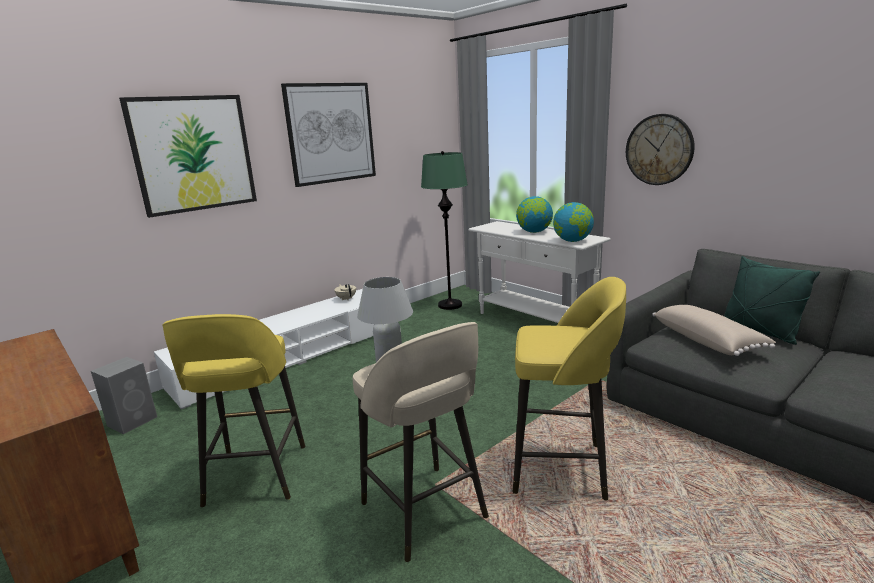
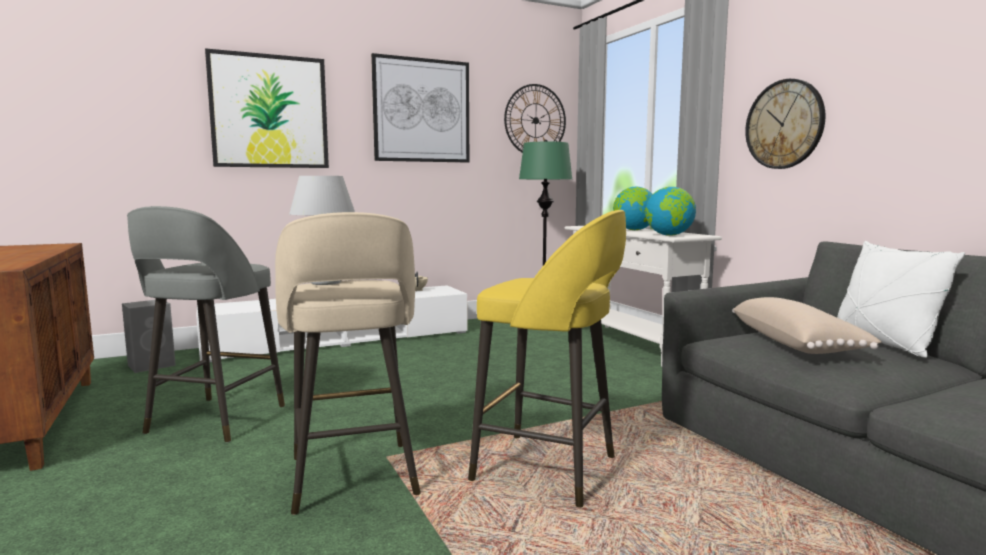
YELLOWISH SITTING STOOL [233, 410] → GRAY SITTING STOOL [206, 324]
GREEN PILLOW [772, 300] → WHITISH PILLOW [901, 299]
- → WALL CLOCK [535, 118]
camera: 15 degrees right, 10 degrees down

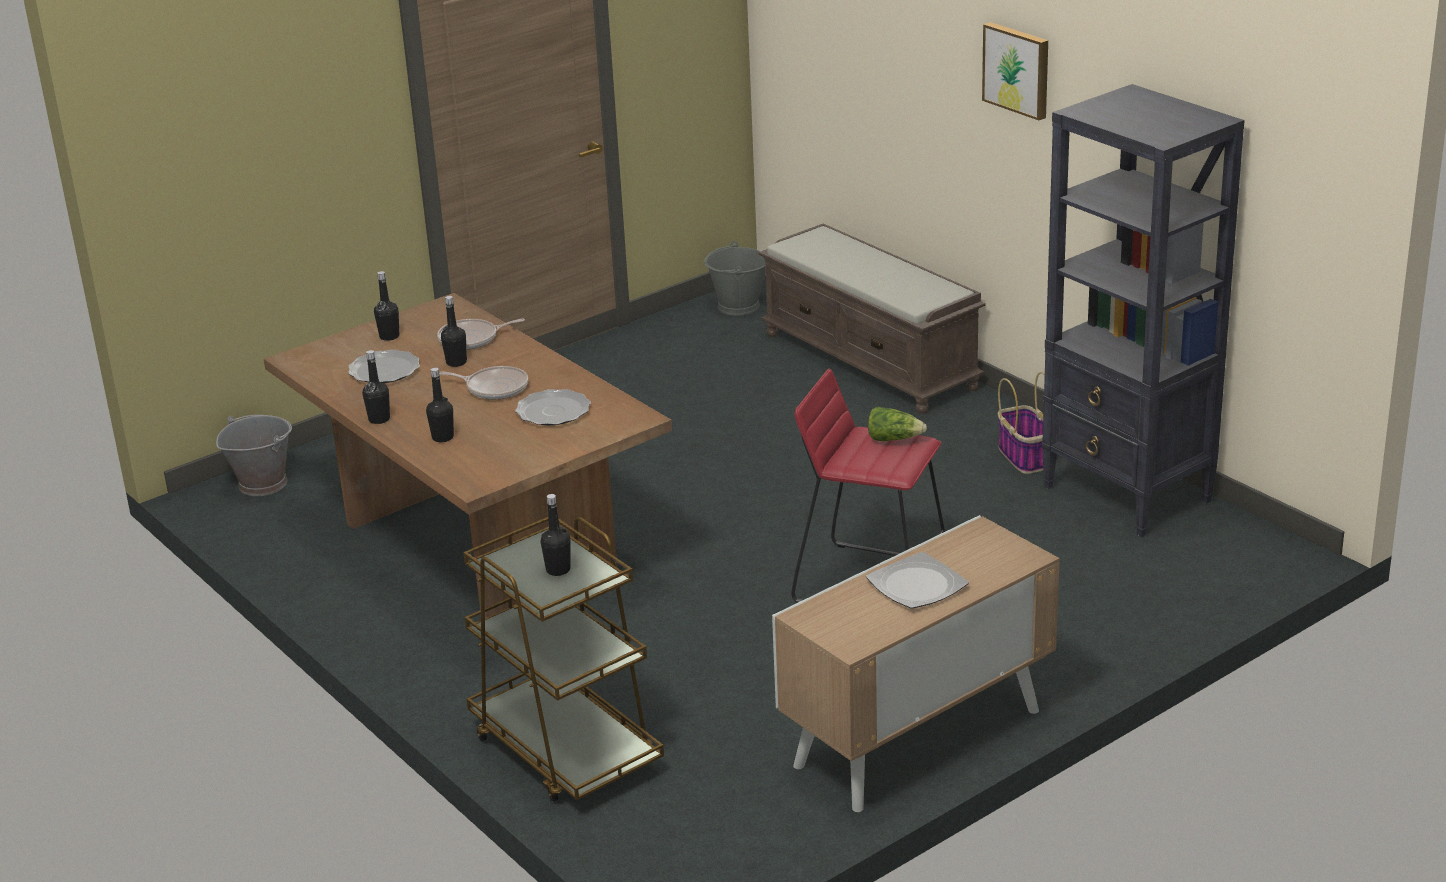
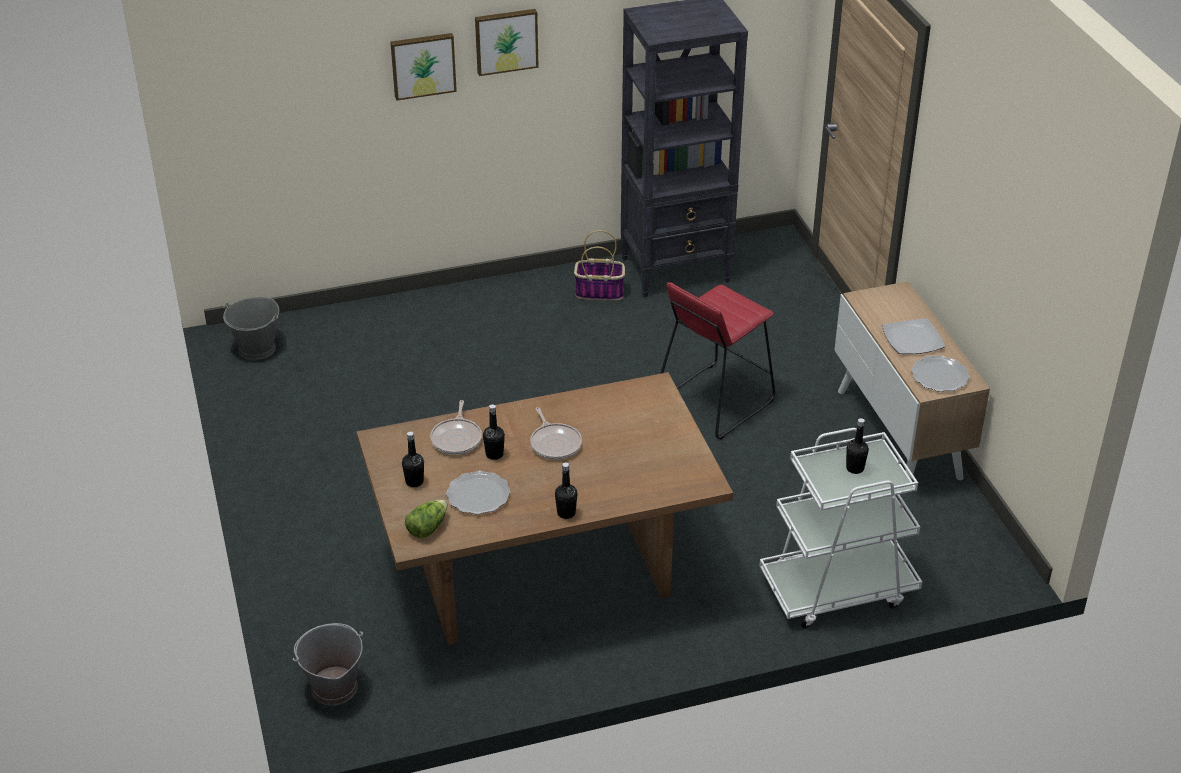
BLACK DRINK BOTTLE [440, 404] → -
SKILLET [483, 382] → SKILLET [556, 433], 120 degrees clockwise
BROWN WHEELED CART [563, 659] → WHITISH WHEELED CART [841, 528]
DINNER PLATE [553, 407] → DINNER PLATE [940, 374], moved
BROWN INDOOR BENCH [872, 318] → -
LETTUCE [897, 424] → LETTUCE [426, 519], moved
- → PICTURE [423, 67]
camera: 70 degrees left, 10 degrees up

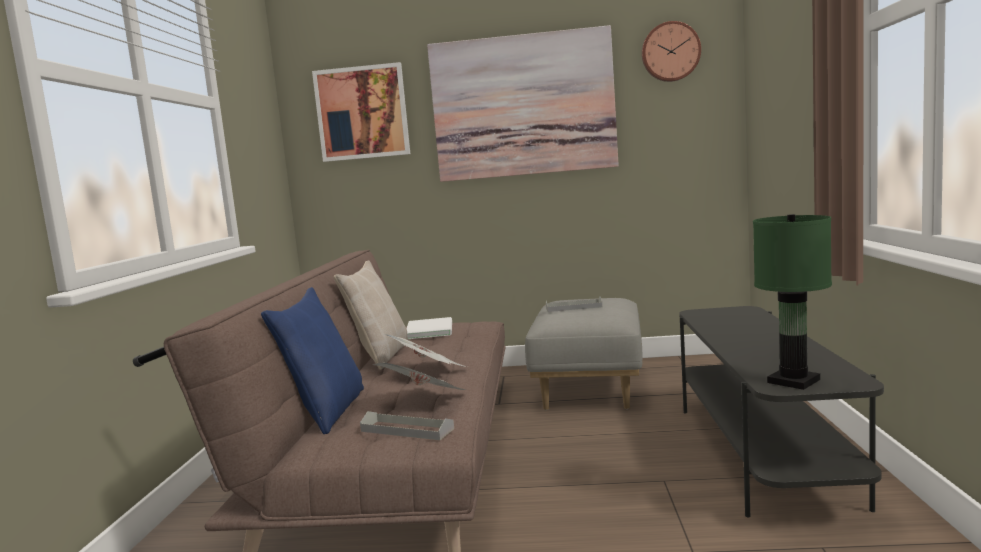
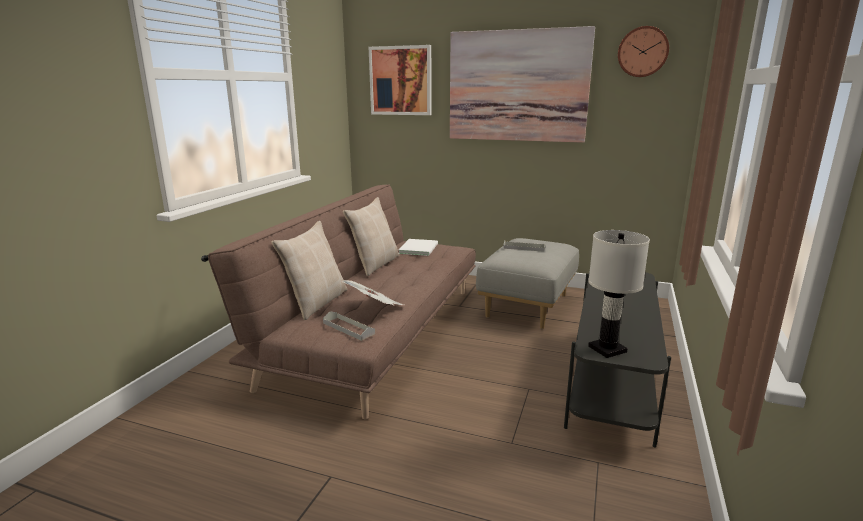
BLUE-COLOURED PILLOW [312, 360] → SAND-COLOURED PILLOW [309, 270]
DAILY PAPER [425, 350] → -
GREEN TABLETOP LAMP [792, 302] → WHITISH TABLETOP LAMP [619, 294]
camera: 15 degrees right, 10 degrees up

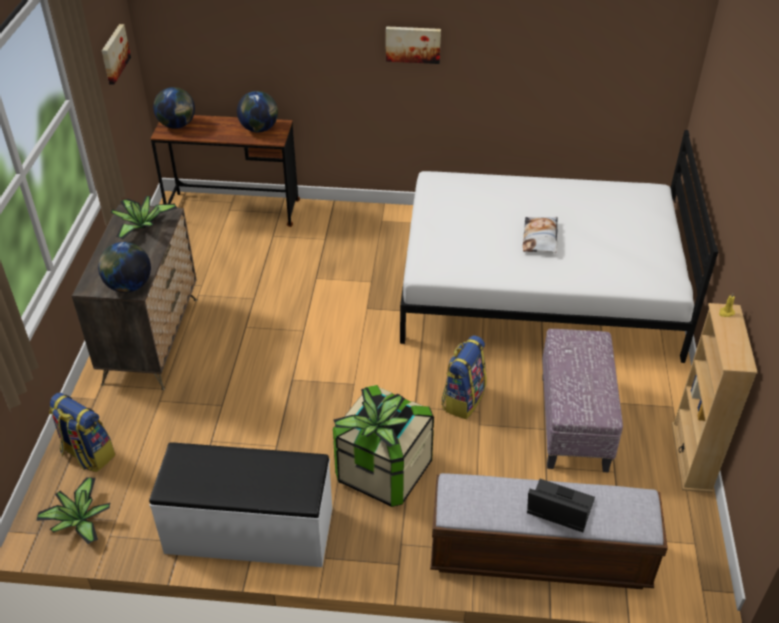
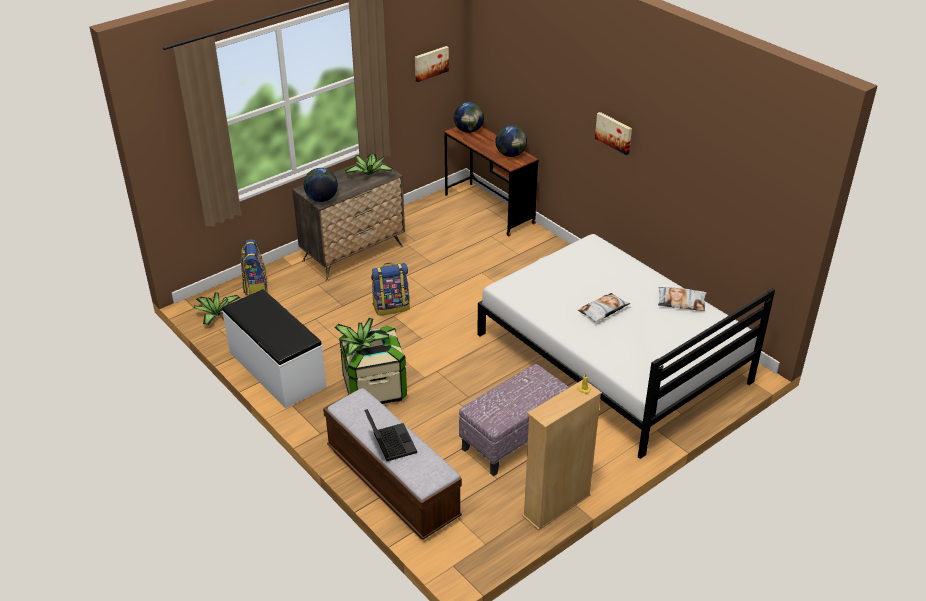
BACKPACK [463, 377] → BACKPACK [390, 289], moved
- → PILLOW [682, 299]
camera: 45 degrees right, 5 degrees down

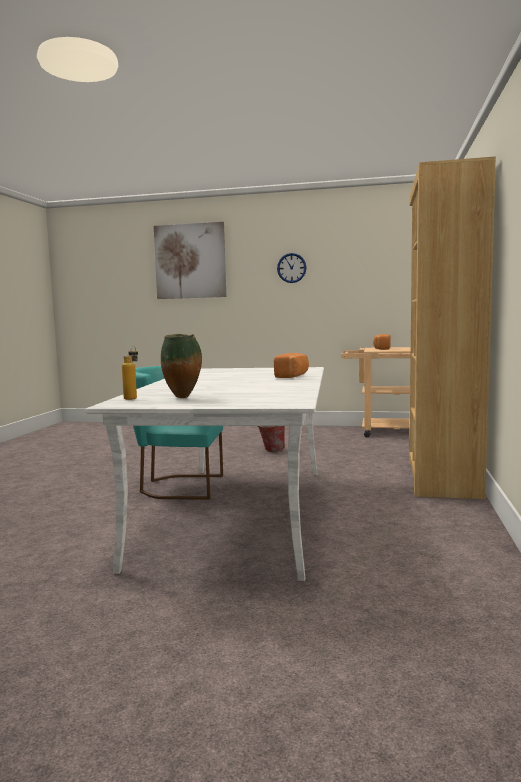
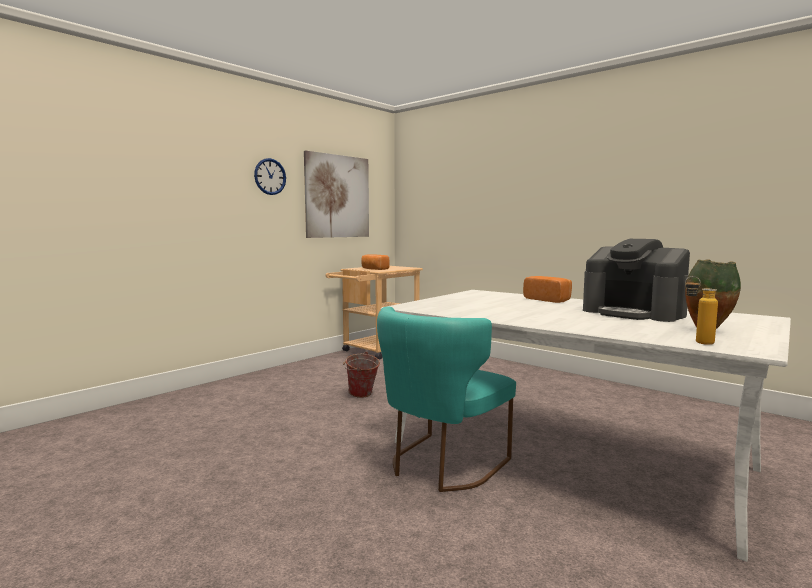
PICTURE [190, 260] → PICTURE [336, 194], moved
BROWN BOOKSHELF [452, 327] → -
- → COFFEE MAKER [636, 280]
camera: 60 degrees left, 0 degrees up

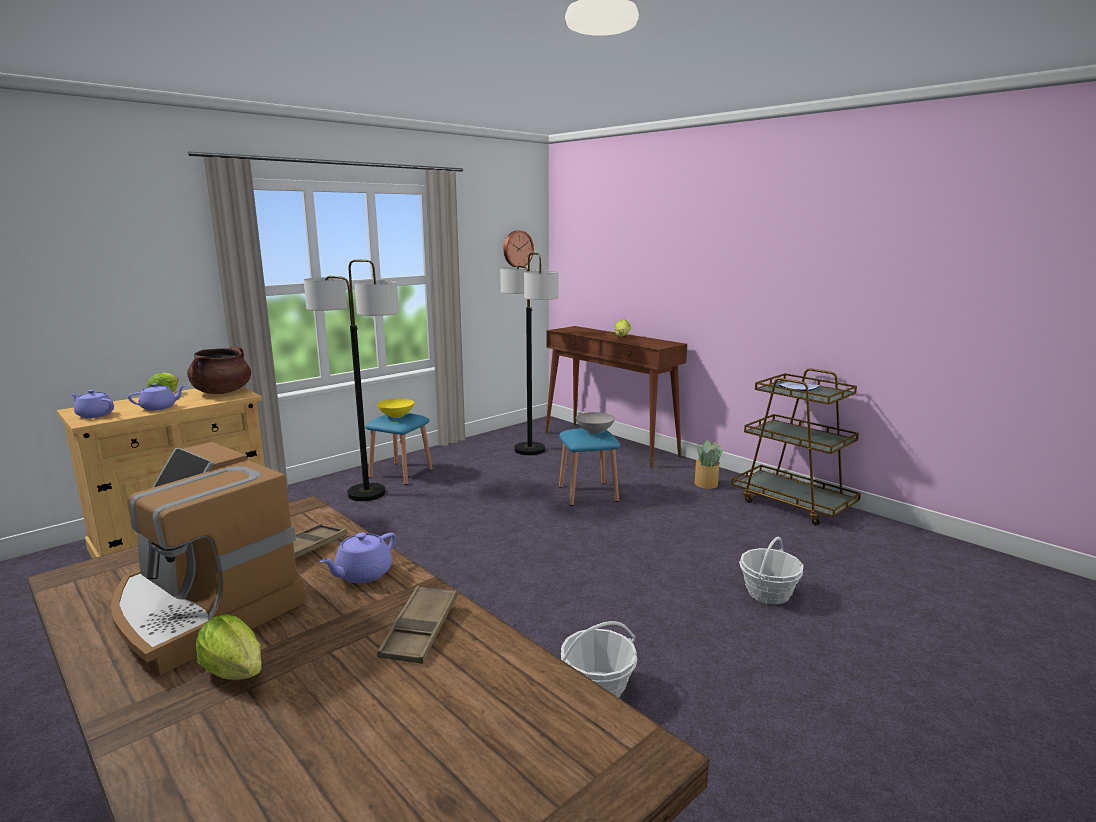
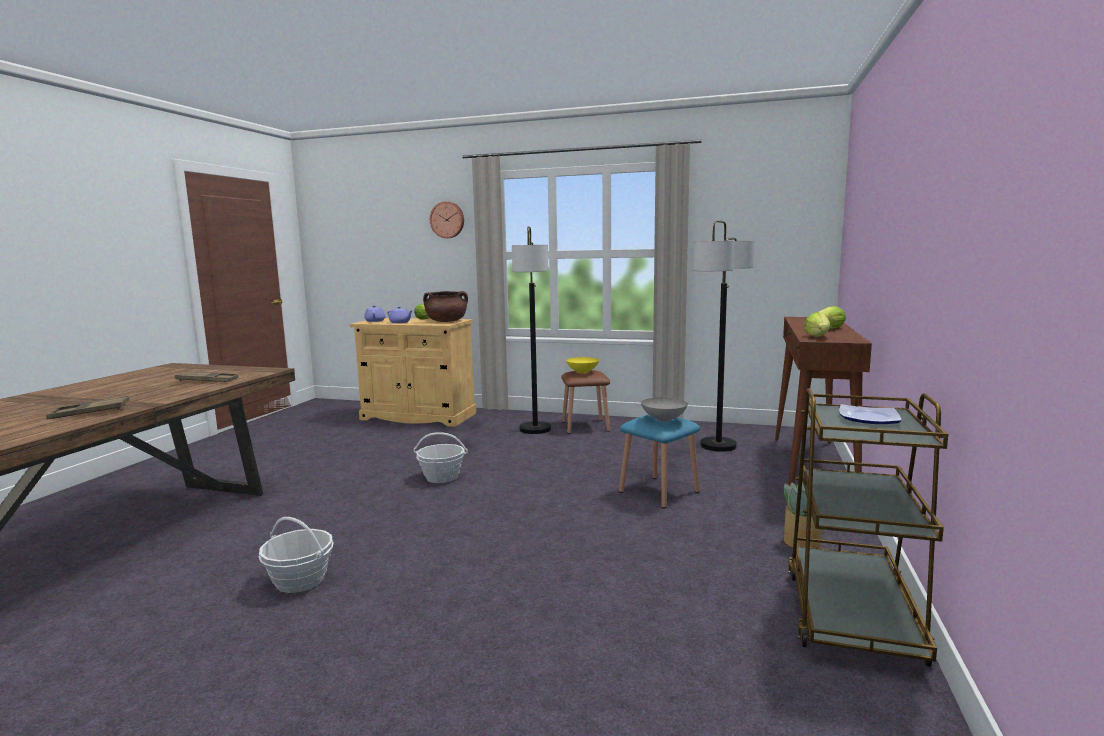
COFFEE MAKER [208, 558] → -
LETTUCE [229, 647] → LETTUCE [817, 324], moved
PURPLISH POT FOR TEA [358, 558] → -
BLUE-COLOURED SITTING STOOL [399, 449] → BROWN SITTING STOOL [585, 402]
WALL CLOCK [519, 248] → WALL CLOCK [447, 219], moved
HOUSEHOLD BASKET [771, 570] → HOUSEHOLD BASKET [440, 457], moved
camera: 60 degrees right, 5 degrees down

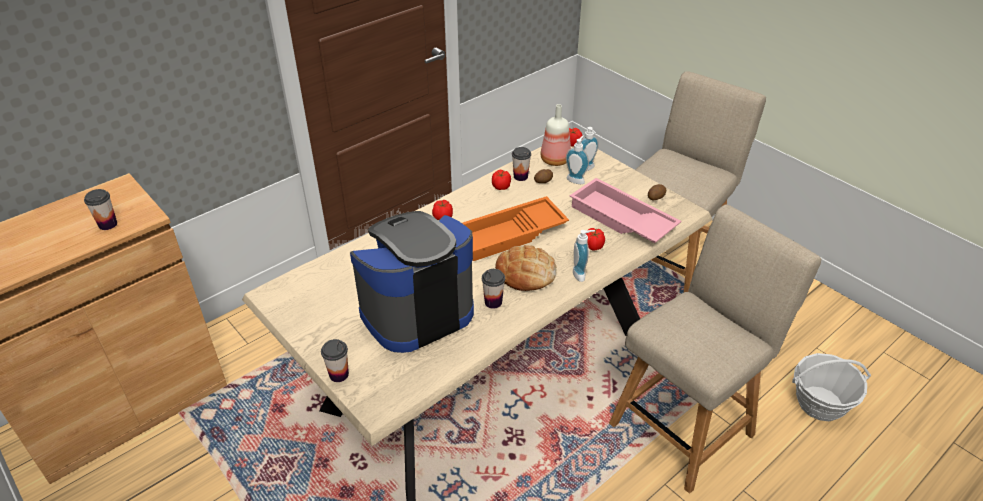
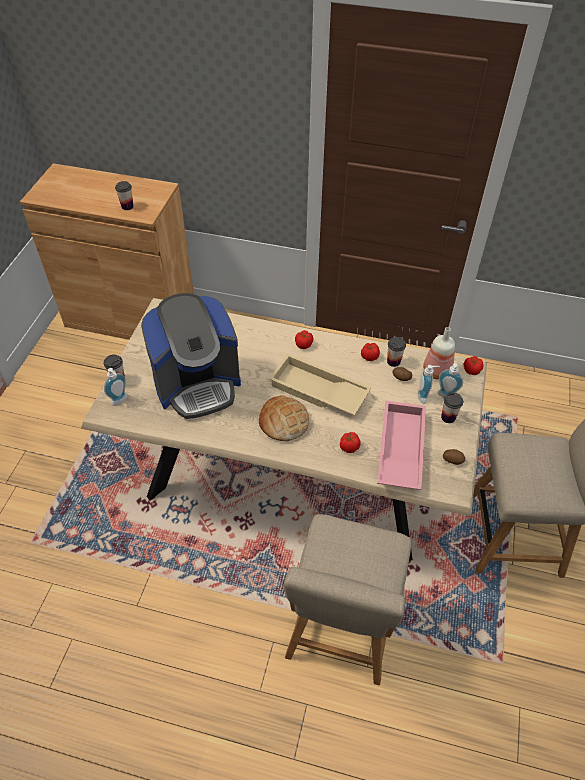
COFFEE MAKER [412, 282] → COFFEE MAKER [191, 356], 135 degrees clockwise
ORANGE-COLOURED CARRYING TRAY [515, 228] → SAND-COLOURED CARRYING TRAY [320, 384]
DRINKING CUP [493, 289] → DRINKING CUP [452, 408], moved
SOAP BOTTLE [584, 256] → SOAP BOTTLE [116, 387], moved
SAND-COLOURED CHAIR [715, 348] → SAND-COLOURED CHAIR [348, 599], 90 degrees clockwise
HOUSEHOLD BASKET [831, 387] → -
camera: 55 degrees right, 10 degrees up

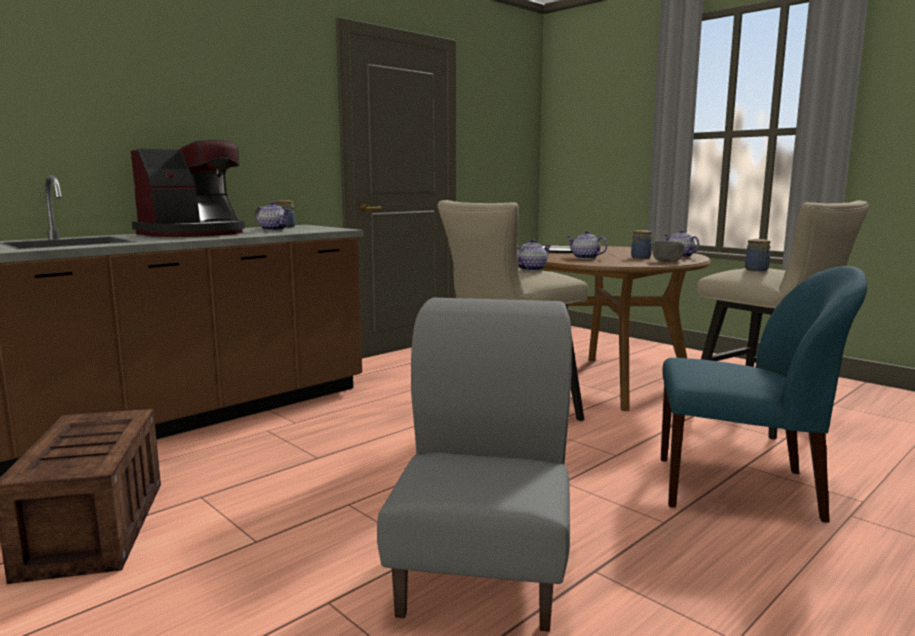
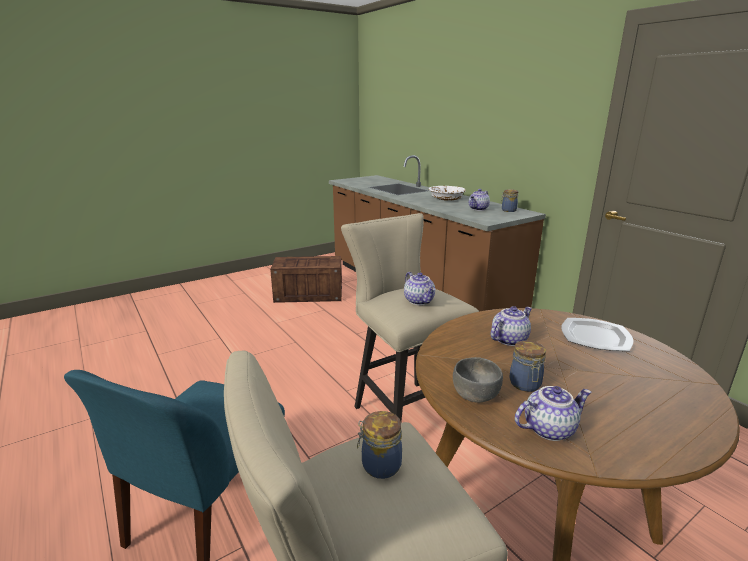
COFFEE MAKER [188, 188] → WHITISH SERVING BOWL [447, 193]
GRAY CHAIR [474, 465] → -
camera: 100 degrees right, 10 degrees up

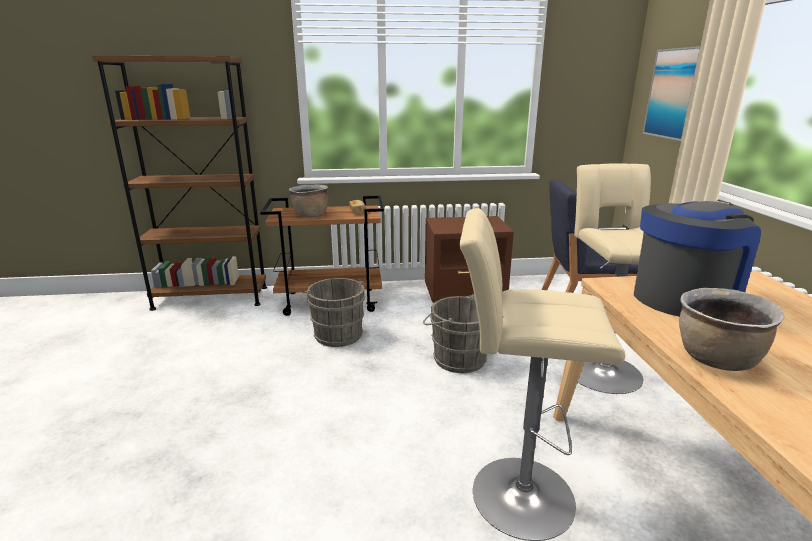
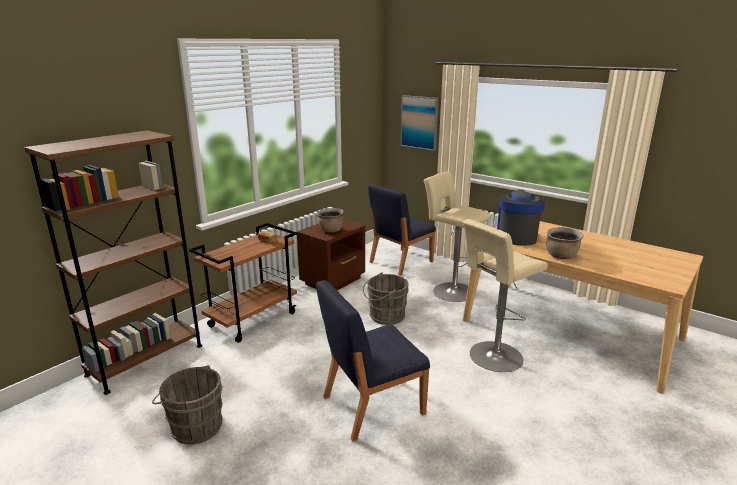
BROWN COOKING POT [308, 200] → BROWN COOKING POT [330, 220], moved
GRAY WATER BUCKET [334, 312] → GRAY WATER BUCKET [187, 405], moved
- → BLUE-COLOURED CHAIR [373, 360]
camera: 45 degrees left, 0 degrees up

